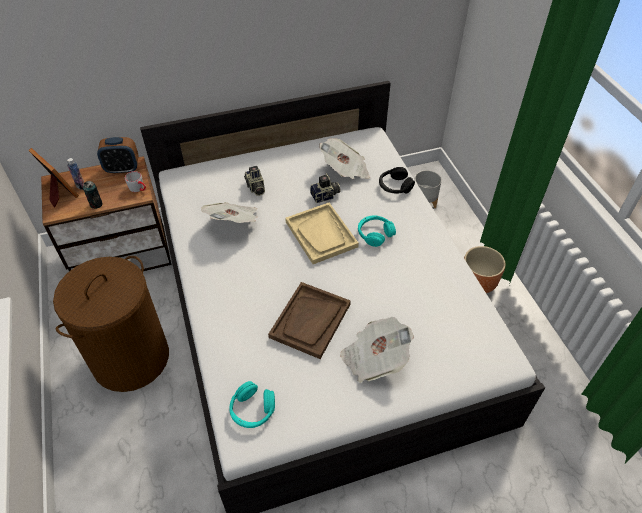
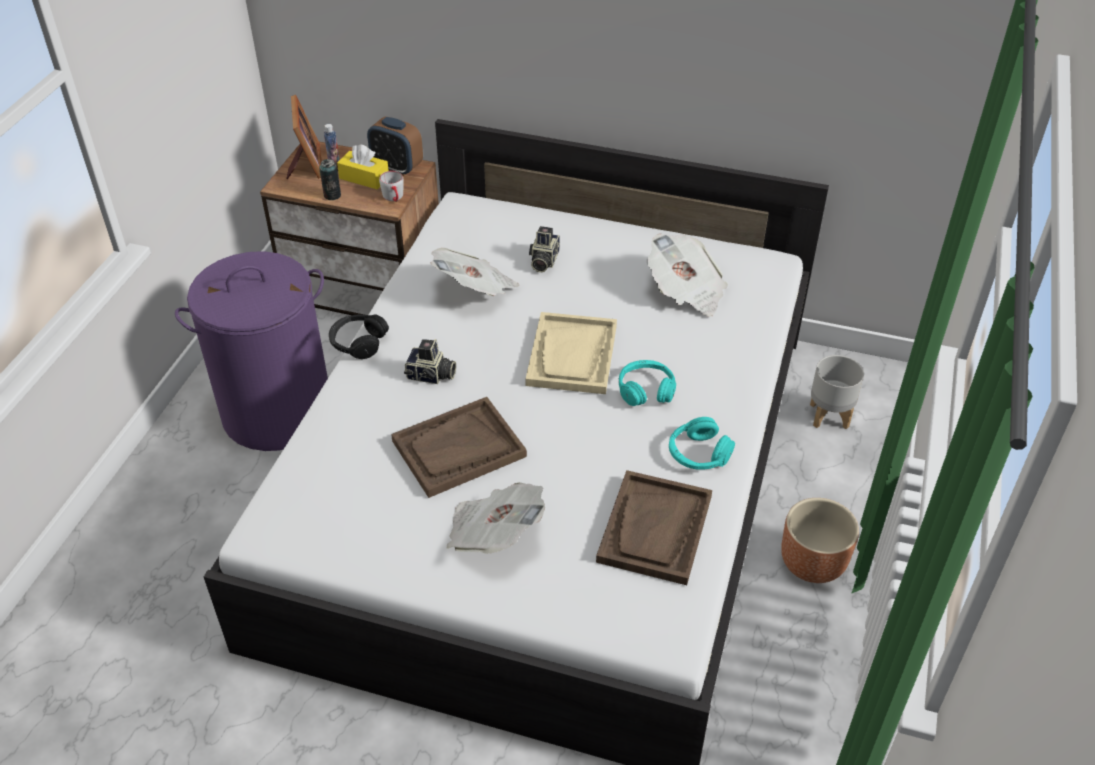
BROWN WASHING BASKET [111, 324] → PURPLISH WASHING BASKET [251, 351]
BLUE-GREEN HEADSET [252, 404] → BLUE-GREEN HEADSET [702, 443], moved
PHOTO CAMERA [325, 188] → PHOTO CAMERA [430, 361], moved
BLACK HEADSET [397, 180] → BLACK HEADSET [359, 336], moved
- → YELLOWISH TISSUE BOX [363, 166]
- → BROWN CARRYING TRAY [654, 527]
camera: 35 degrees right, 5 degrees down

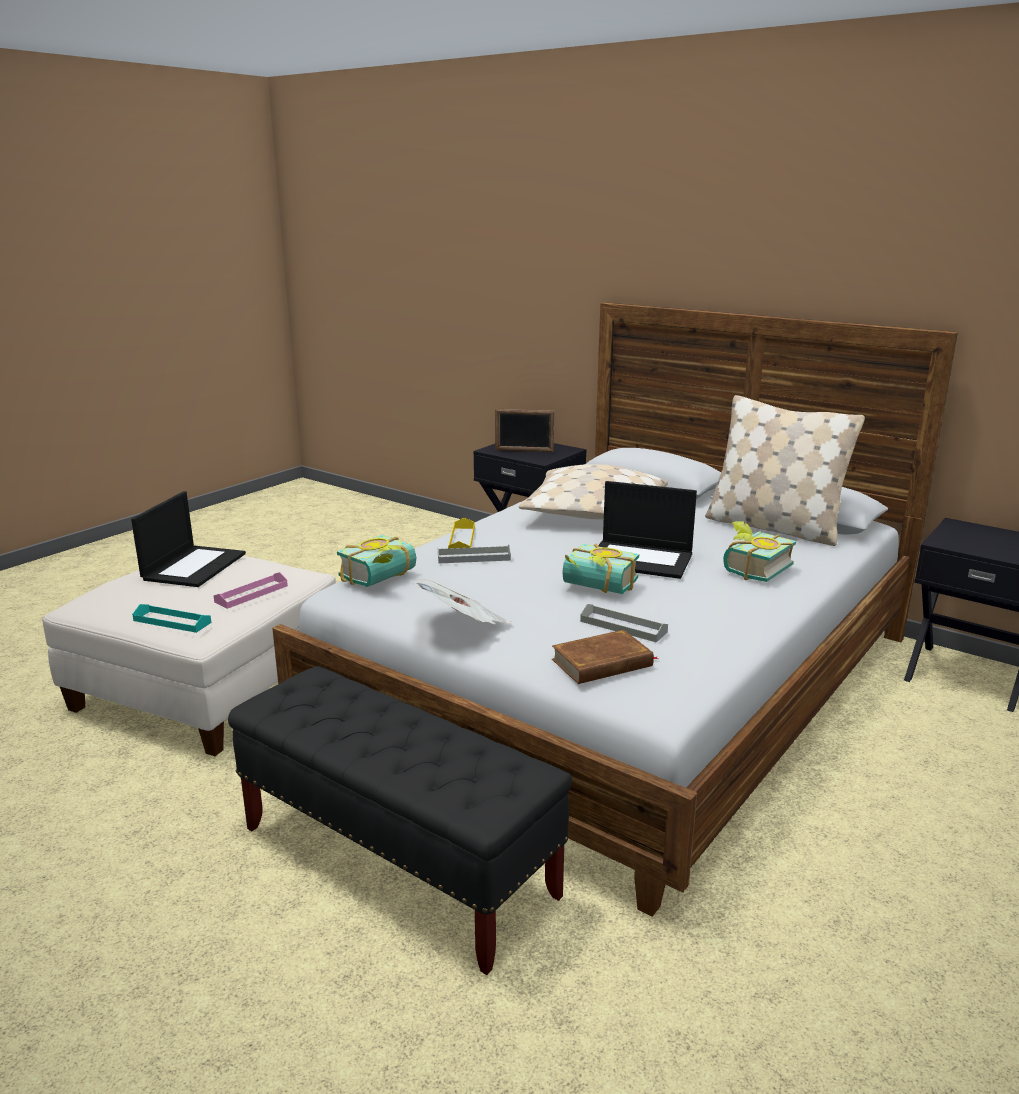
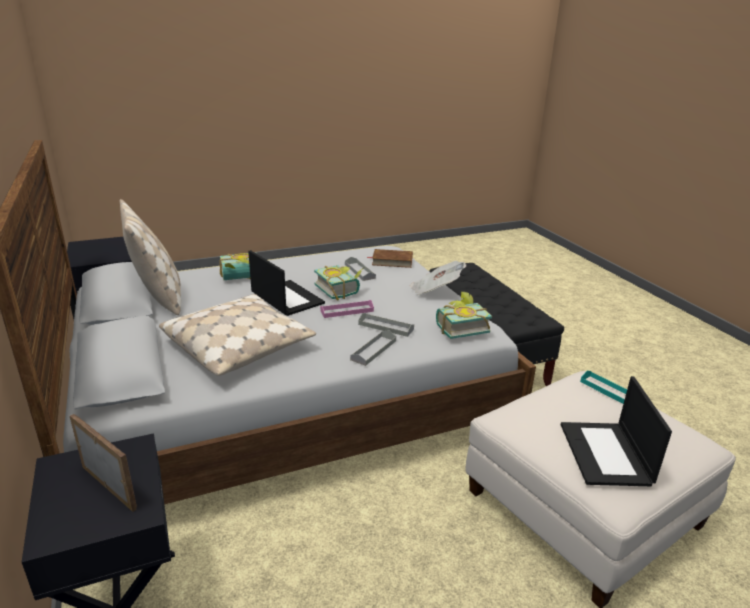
PORTABLE COMPUTER [188, 539] → PORTABLE COMPUTER [616, 431], 45 degrees counterclockwise
PINK-COLOURED CARRYING TRAY [251, 590] → PINK-COLOURED CARRYING TRAY [347, 309], moved
YELLOWISH CARRYING TRAY [461, 533] → GRAY CARRYING TRAY [373, 348]
camera: 150 degrees left, 5 degrees up

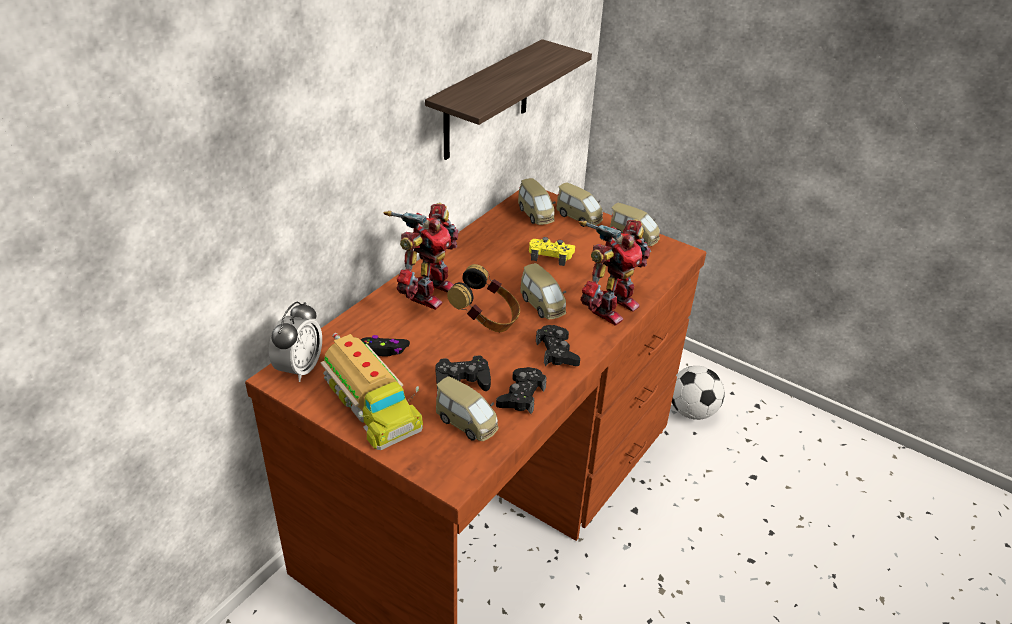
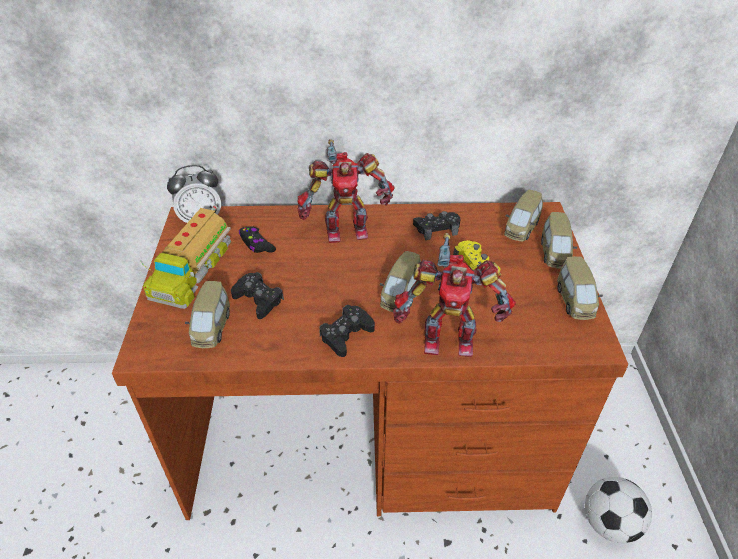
BRACKET SHELF [508, 99] → -
HEADSET [483, 298] → -
BLACK GAMEPAD [521, 390] → BLACK GAMEPAD [436, 225], moved
camera: 55 degrees right, 5 degrees up

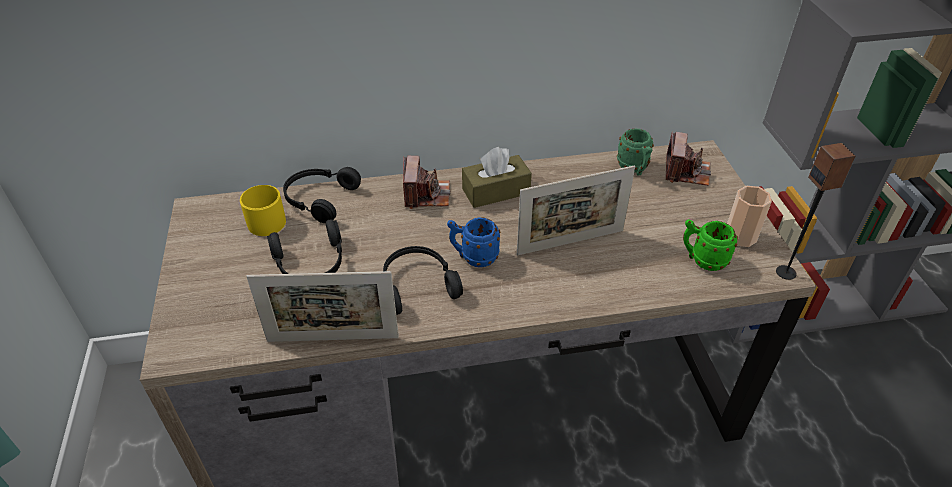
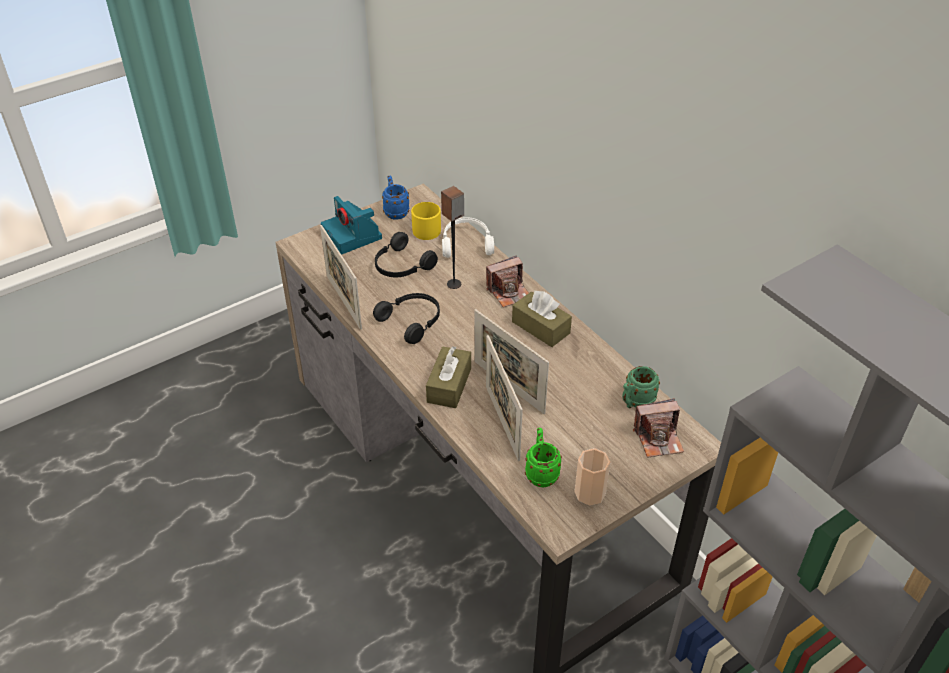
BLACK HEADSET [322, 195] → WHITISH HEADSET [468, 237]
BLUE-COLOURED TEA MUG [473, 242] → BLUE-COLOURED TEA MUG [395, 197], moved
LOUDSPEAKER [816, 211] → LOUDSPEAKER [452, 237], moved
- → PHOTO CAMERA [351, 225]
- → BROWN TISSUE BOX [448, 377]
- → STANDING FRAME [504, 398]
camera: 65 degrees right, 0 degrees up

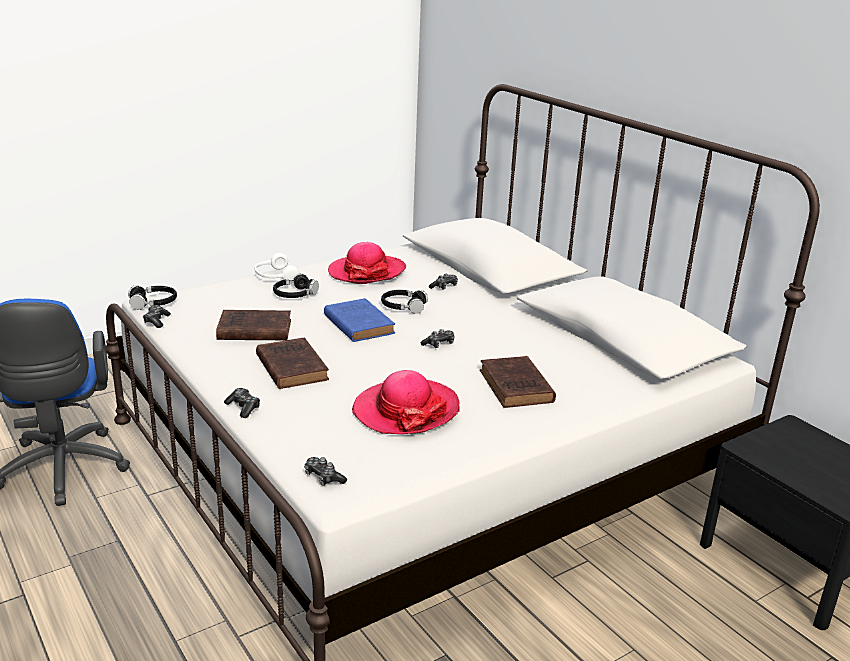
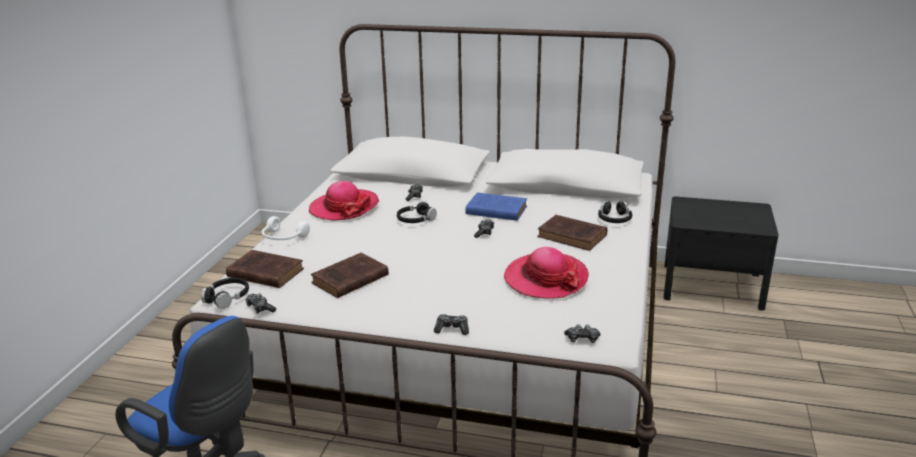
BROWN VOLUME [292, 363] → BROWN VOLUME [265, 269], moved
BLACK HEADSET [296, 285] → BLACK HEADSET [615, 212], moved
BLUE-COLOURED VOLUME [359, 320] → BLUE-COLOURED VOLUME [496, 207], moved
camera: 40 degrees left, 0 degrees up

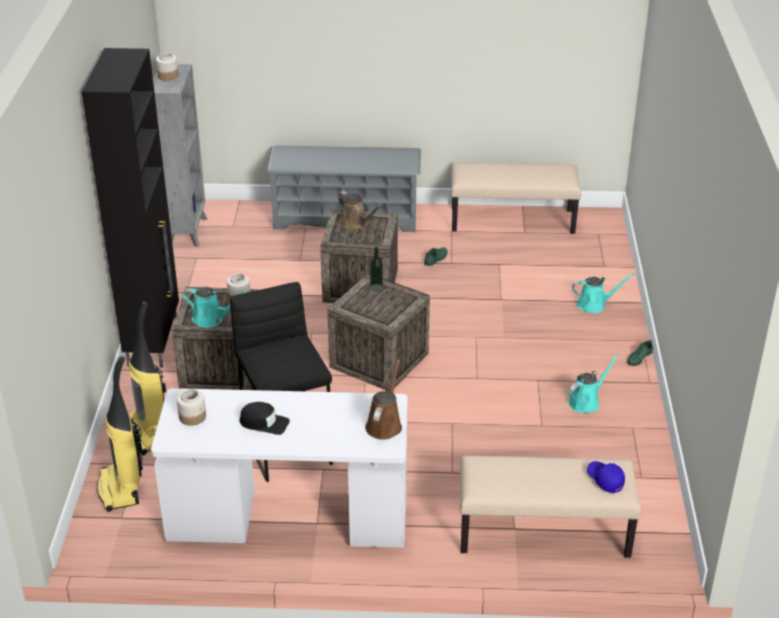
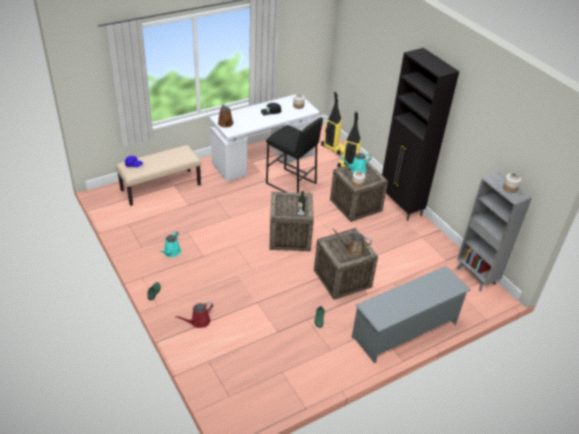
SAND-COLOURED INDOOR BENCH [516, 198] → -
BLUE-GREEN WATERING CAN [603, 293] → REDDISH WATERING CAN [194, 315]
camera: 145 degrees right, 5 degrees up

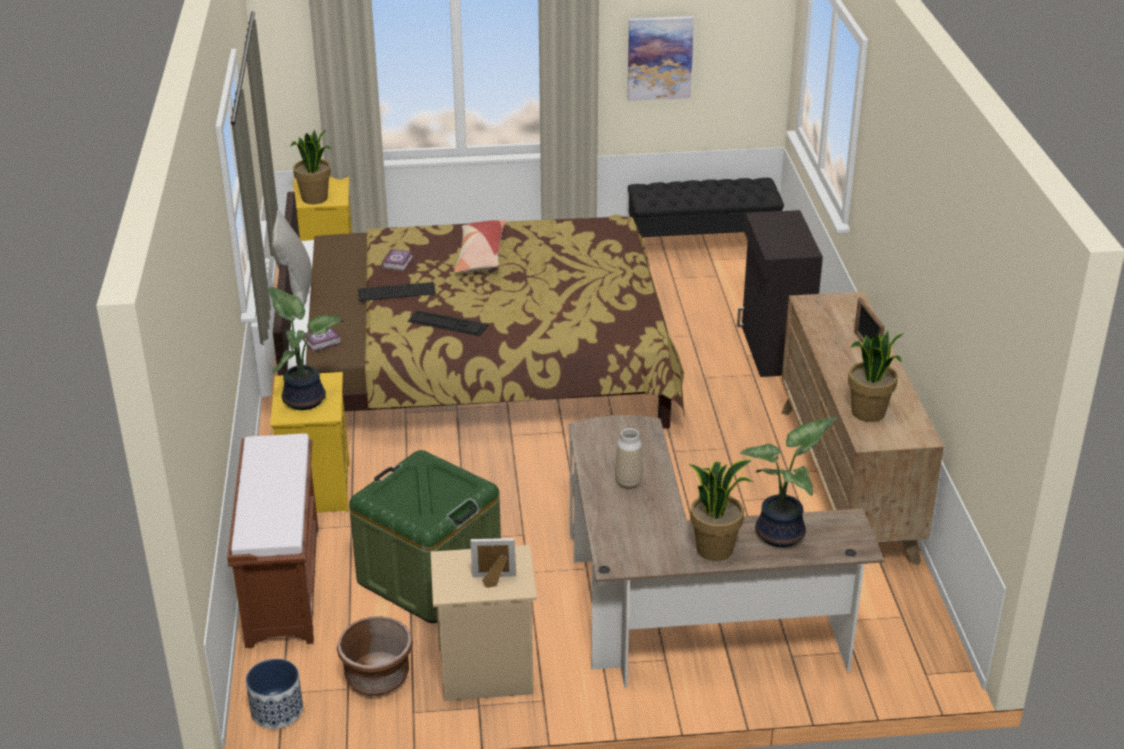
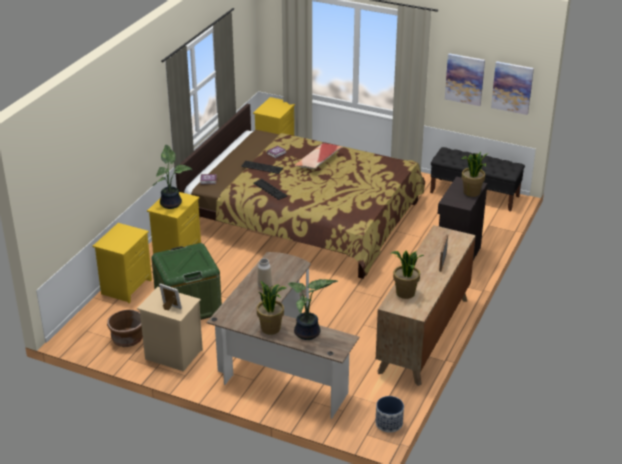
BROWN INDOOR BENCH [273, 540] → YELLOWISH NIGHTSTAND [122, 263]
PLANT POT [274, 694] → PLANT POT [390, 414], moved
GRAY PILLOW [292, 257] → -
PLANT IN A POT [311, 167] → PLANT IN A POT [475, 174], moved
- → PICTURE [512, 88]
camera: 30 degrees right, 0 degrees up

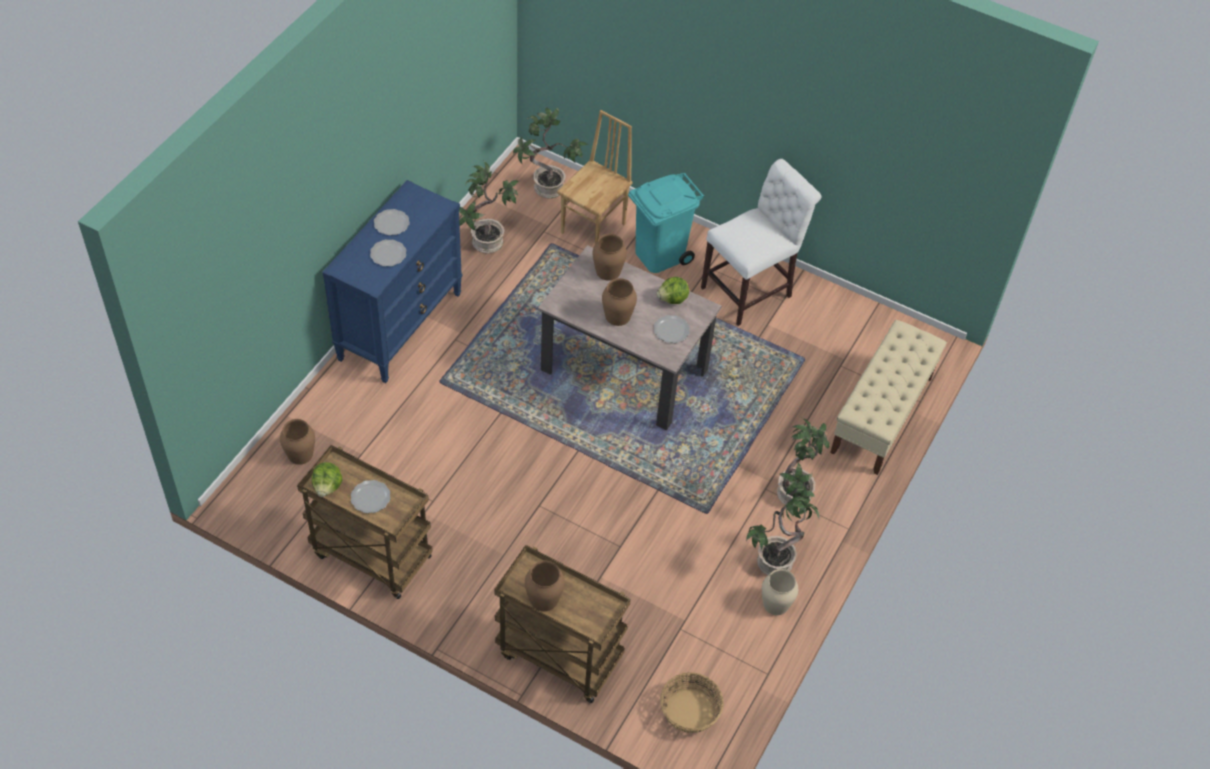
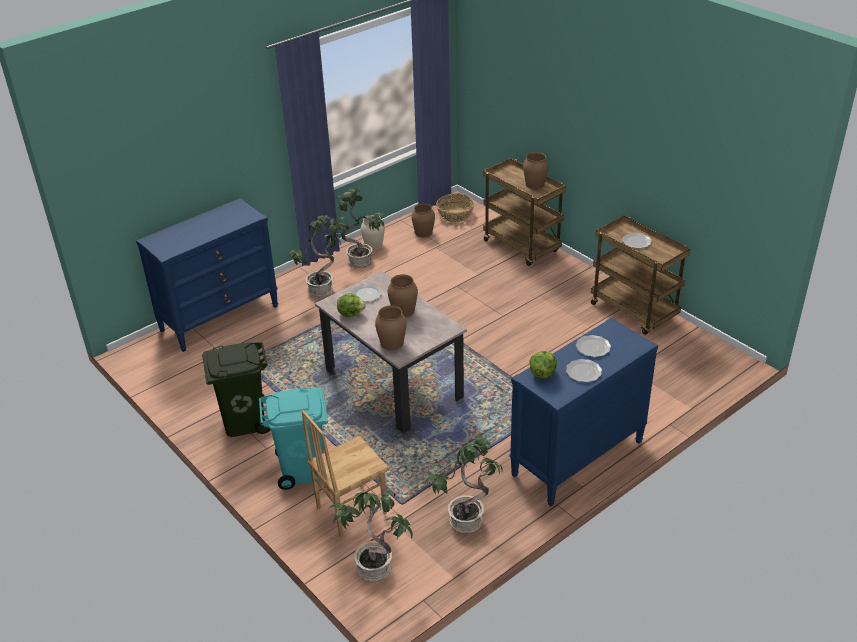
BROWN DECORATIVE VASE [297, 442] → BROWN DECORATIVE VASE [423, 220], moved
LETTUCE [327, 479] → LETTUCE [543, 365], moved
WHITISH CHAIR [761, 242] → GREEN RUBBISH BIN [236, 389]
SAND-COLOURED INDOOR BENCH [888, 397] → BLUE-COLOURED DRAWER CHEST [207, 275]
camera: 155 degrees left, 15 degrees down

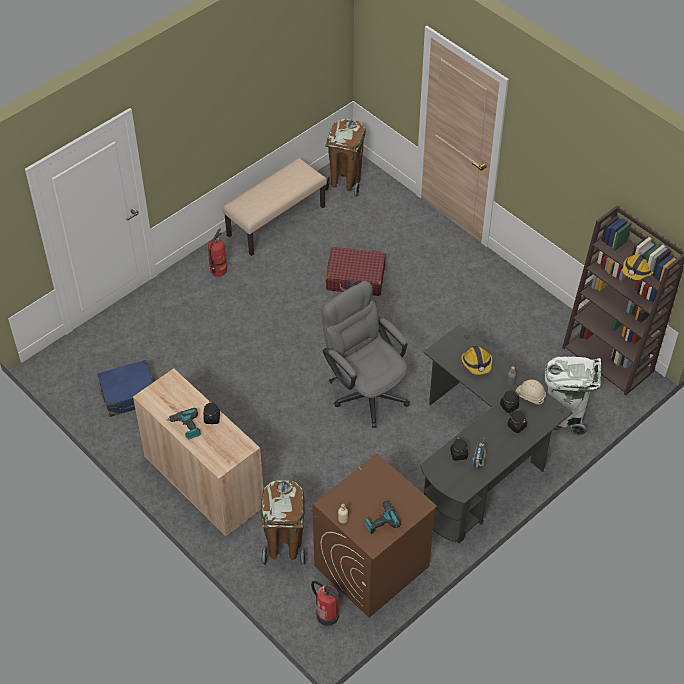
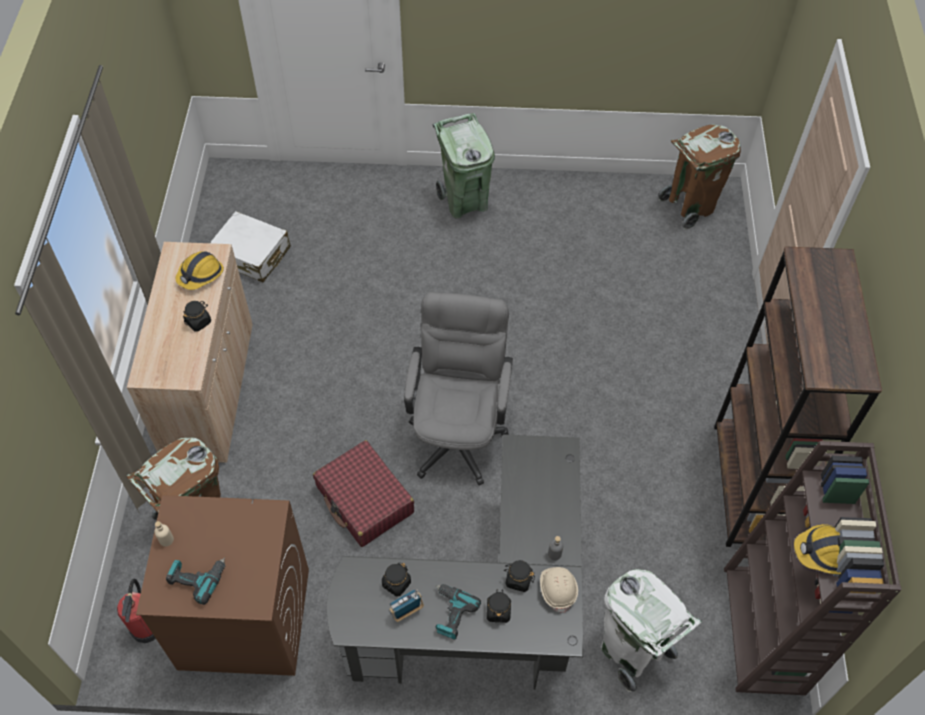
BLUE-COLOURED TRAVEL CASE [126, 388] → WHITISH TRAVEL CASE [250, 246]
POWER DRILL [183, 423] → POWER DRILL [458, 611], moved
FIRE-FIGHTING CYLINDER [217, 252] → GREEN RUBBISH BIN [463, 165]
SAND-COLOURED INDOOR BENCH [274, 207] → -
REDDISH TRAVEL CASE [355, 271] → REDDISH TRAVEL CASE [363, 493], moved
WORK HELMET [476, 360] → WORK HELMET [200, 270], moved
- → BROWN BOOKSHELF [798, 396]
camera: 45 degrees right, 5 degrees up

